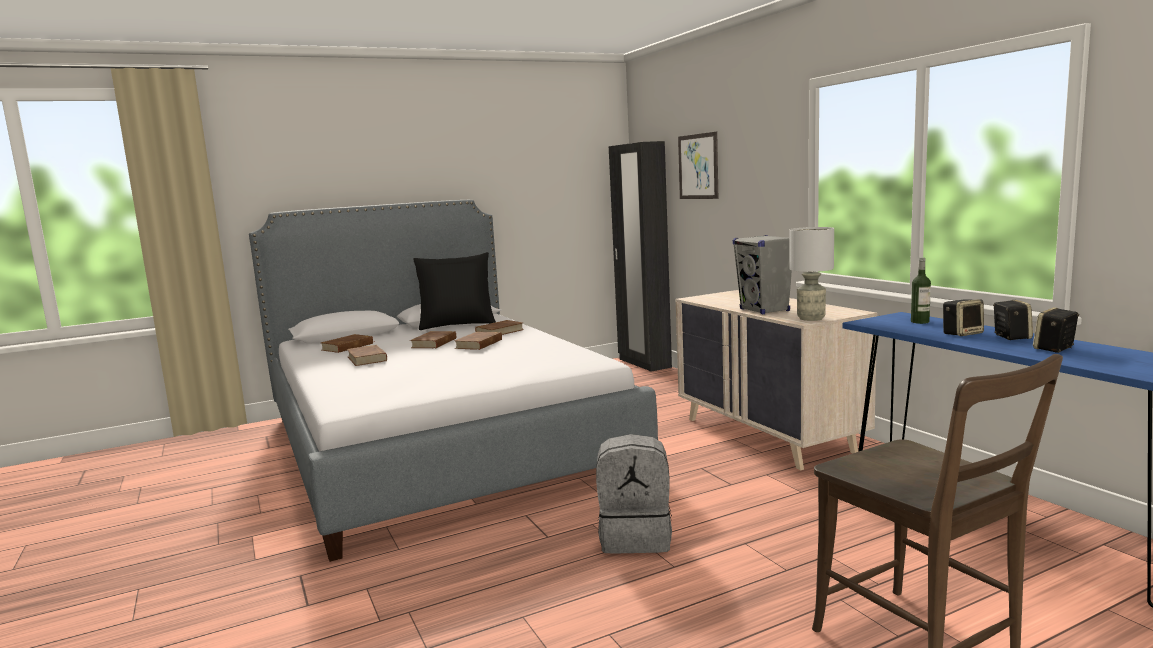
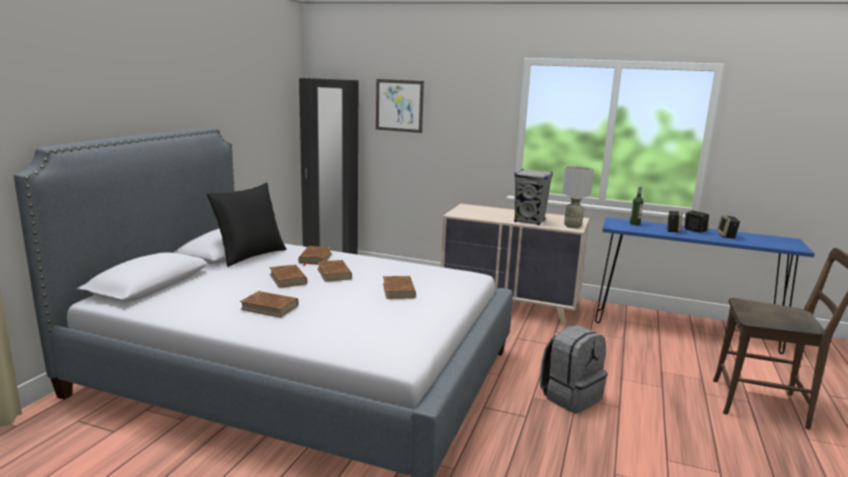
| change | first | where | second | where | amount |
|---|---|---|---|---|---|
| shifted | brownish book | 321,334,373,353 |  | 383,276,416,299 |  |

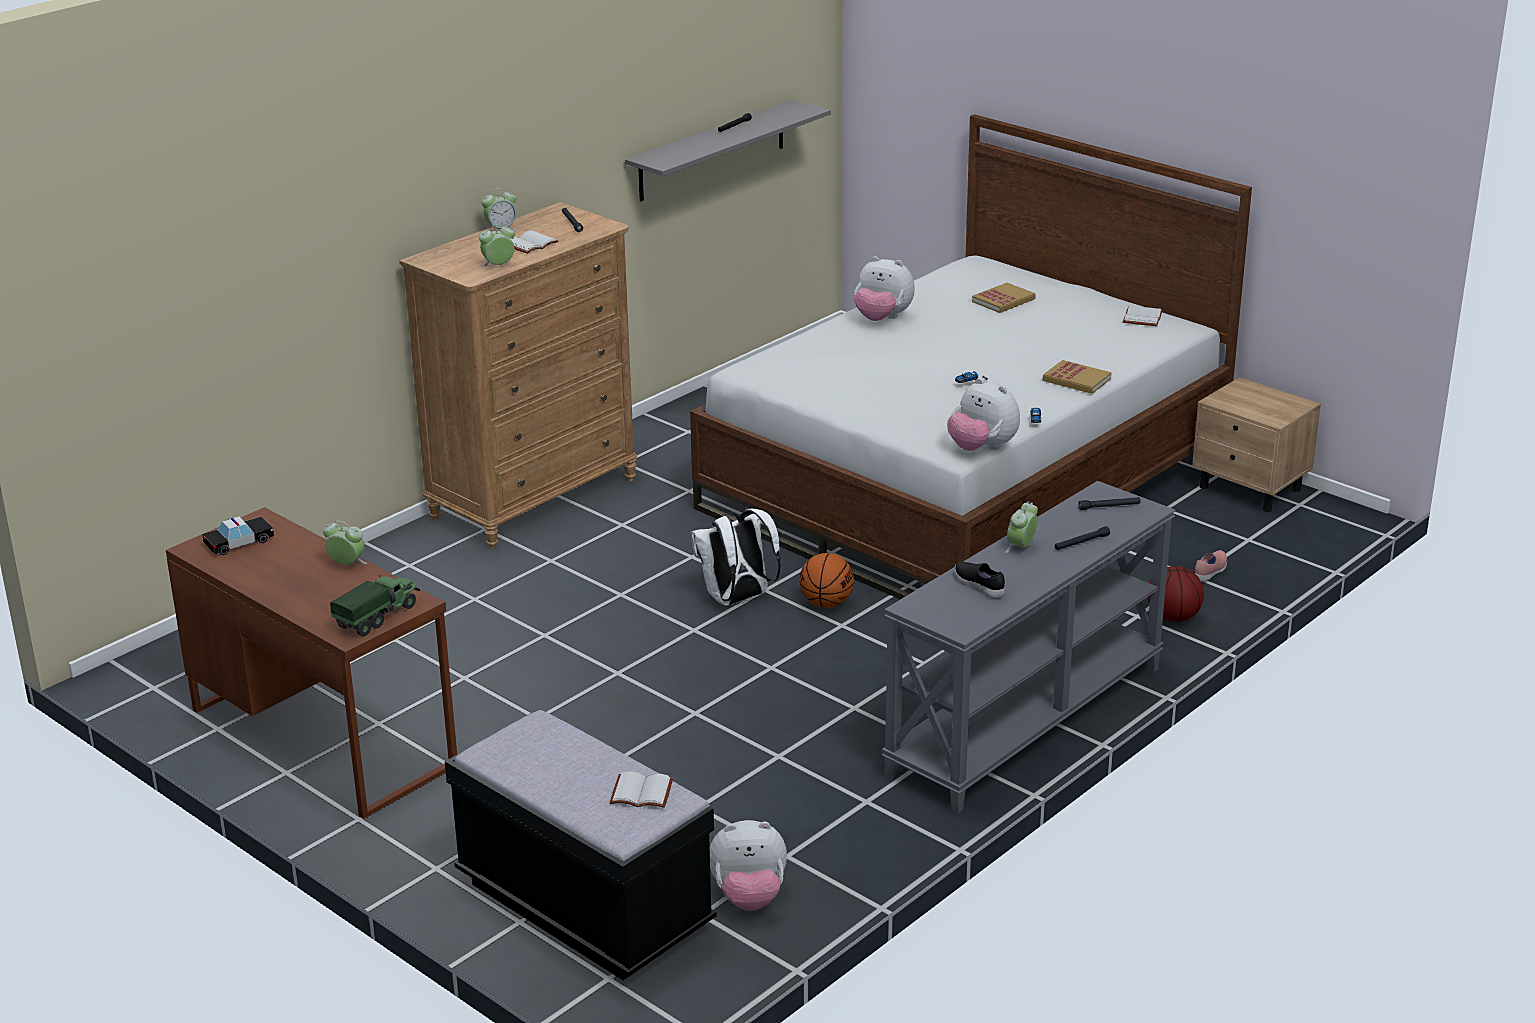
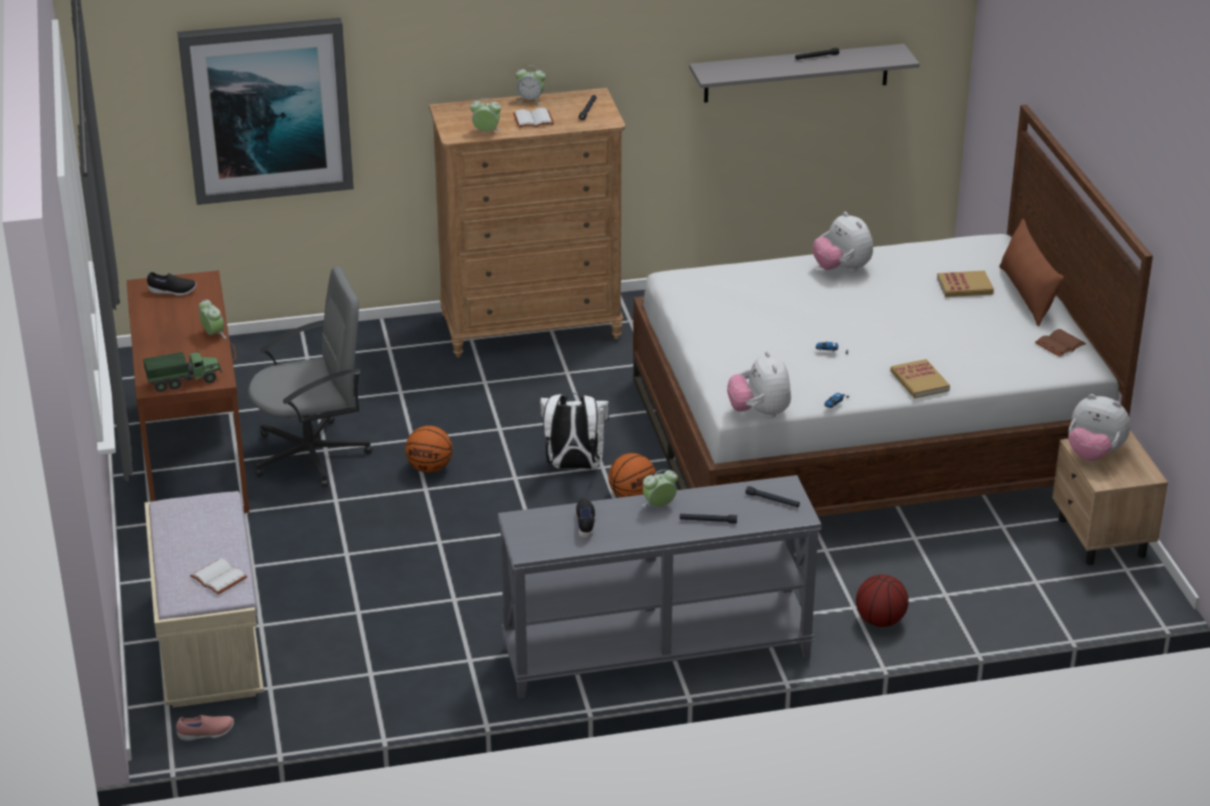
| change | first | where | second | where | amount |
|---|---|---|---|---|---|
| new |  |  | wall picture | 177,18,354,205 |  |
| new |  |  | grey computer chair | 248,266,372,487 |  |
| new |  |  | ball for basketball | 405,426,453,473 |  |
| new |  |  | brownish throw pillow | 999,219,1064,326 |  |
| shifted | plush toy | 710,820,787,911 |  | 1069,394,1130,461 |  |
| shifted | pink shoe | 1195,550,1227,582 |  | 176,715,234,741 |  |
| swapped | toy car | 202,516,274,555 | black shoe | 147,272,196,296 |  |
| repainted | black long seat | 445,710,716,980 | sand-coloured long seat | 145,491,264,708 |  |
| repainted | white book | 1123,306,1163,326 | brownish book | 1035,329,1086,357 |  |

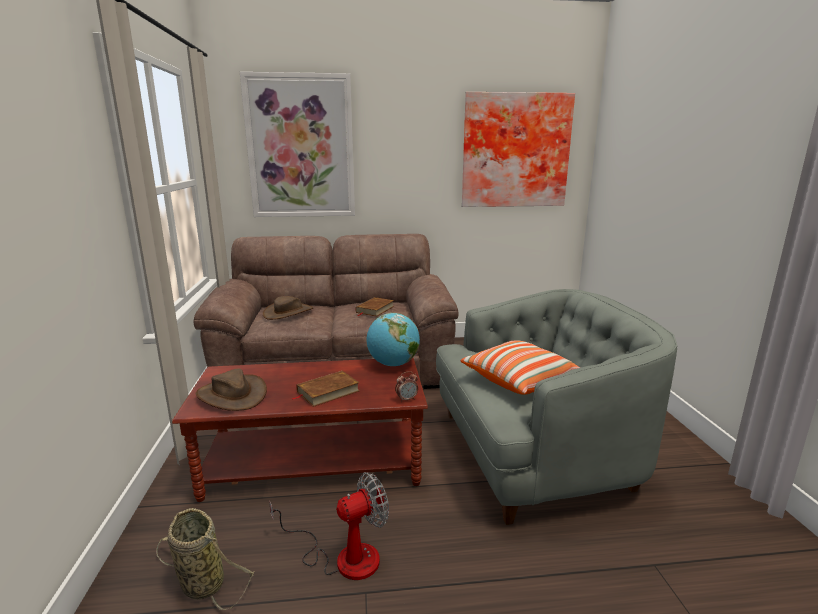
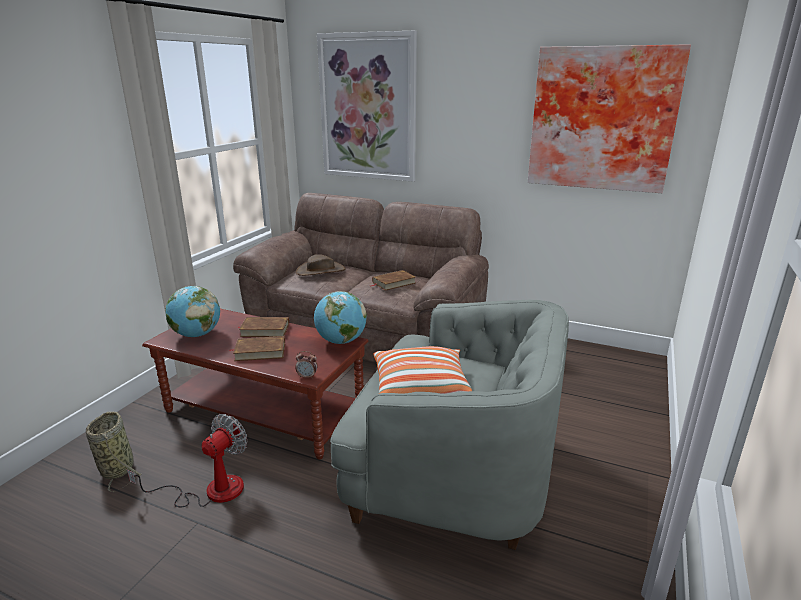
| change | first | where | second | where | amount |
|---|---|---|---|---|---|
| new |  |  | brownish book | 237,317,289,337 |  |
| swapped | brownish clothing hat | 196,369,267,411 | desk globe | 165,286,220,337 |  |
| rotated | fan | 269,472,389,580 |  | 127,414,248,507 | 60 degrees counterclockwise |

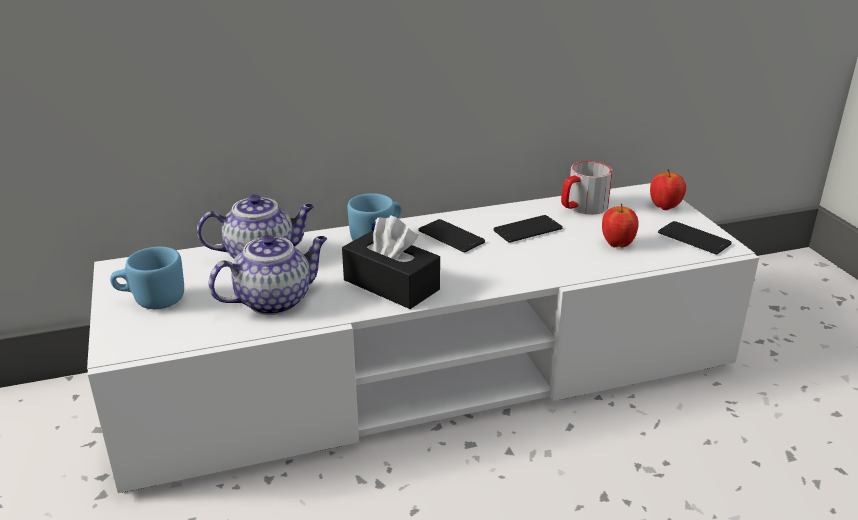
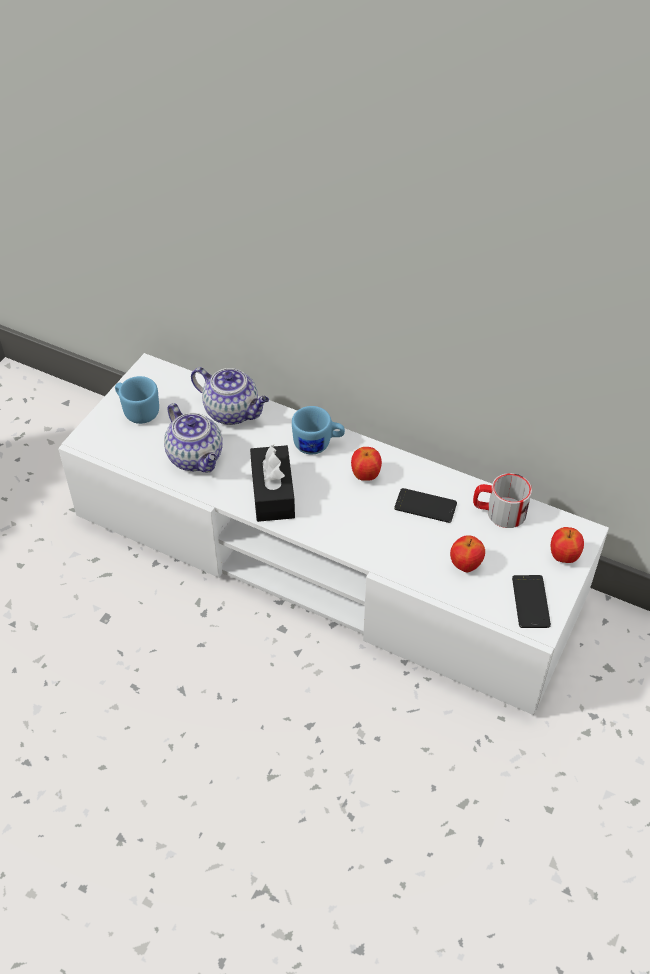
| change | first | where | second | where | amount |
|---|---|---|---|---|---|
| swapped | telephone | 418,219,485,252 | whole apple | 351,447,382,481 |  |
| rotated | teapot | 208,235,327,315 |  | 164,403,223,473 | 45 degrees clockwise |

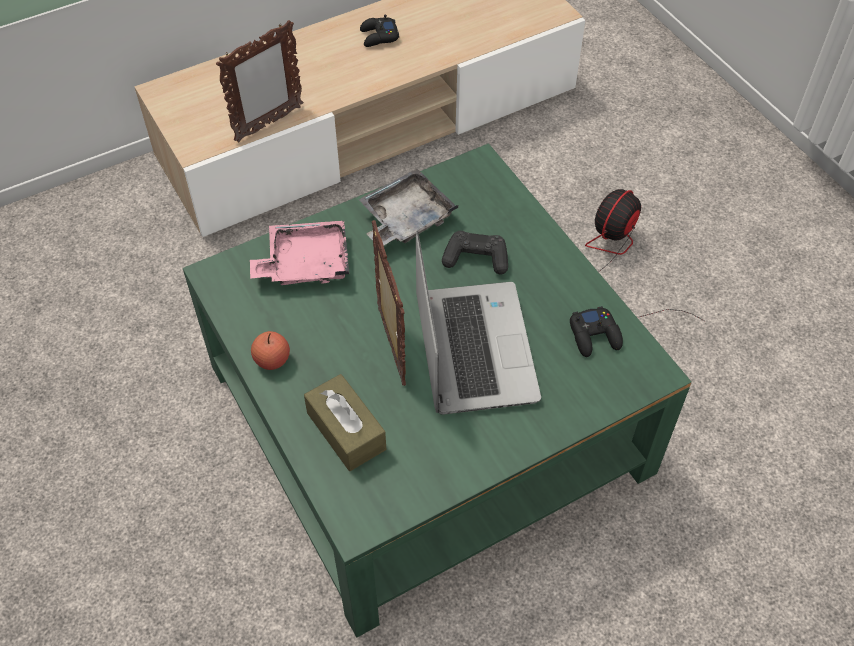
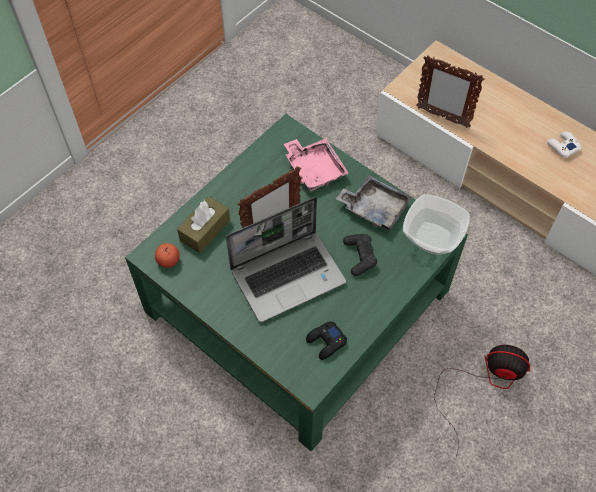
| change | first | where | second | where | amount |
|---|---|---|---|---|---|
| new |  |  | serving bowl | 403,194,469,255 |  |
| shifted | whole apple | 251,331,290,370 |  | 155,243,179,268 |  |
| repainted | black game controller | 360,15,399,47 | white game controller | 547,131,581,158 |  |

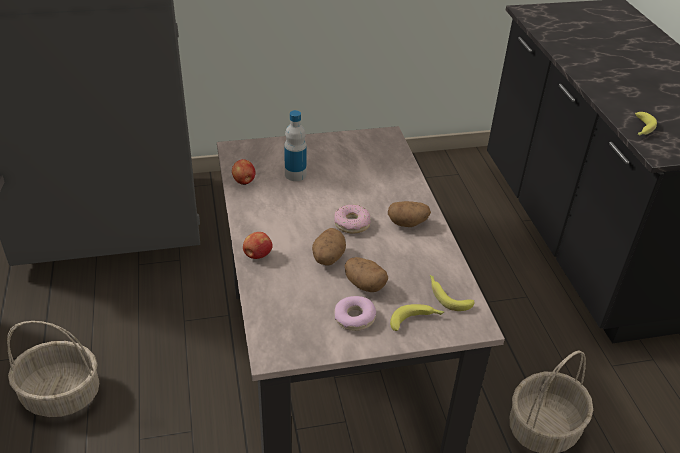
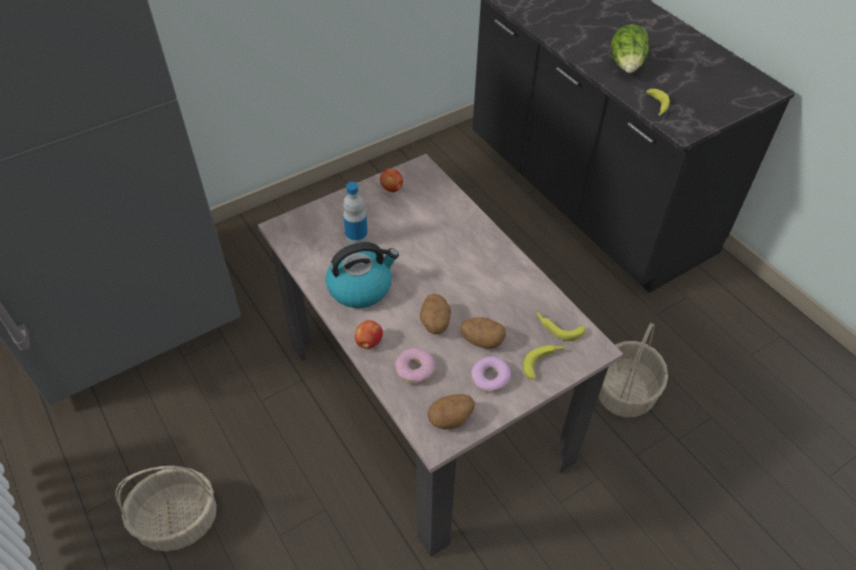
| change | first | where | second | where | amount |
|---|---|---|---|---|---|
| new |  |  | kettle | 326,242,399,308 |  |
| new |  |  | head of lettuce | 611,24,649,73 |  |
| shifted | whole apple | 232,159,256,185 |  | 380,168,403,192 |  |
| shifted | doughnut | 335,204,371,234 |  | 395,347,436,385 |  |
| shifted | spud | 388,201,431,227 |  | 428,394,475,429 |  |

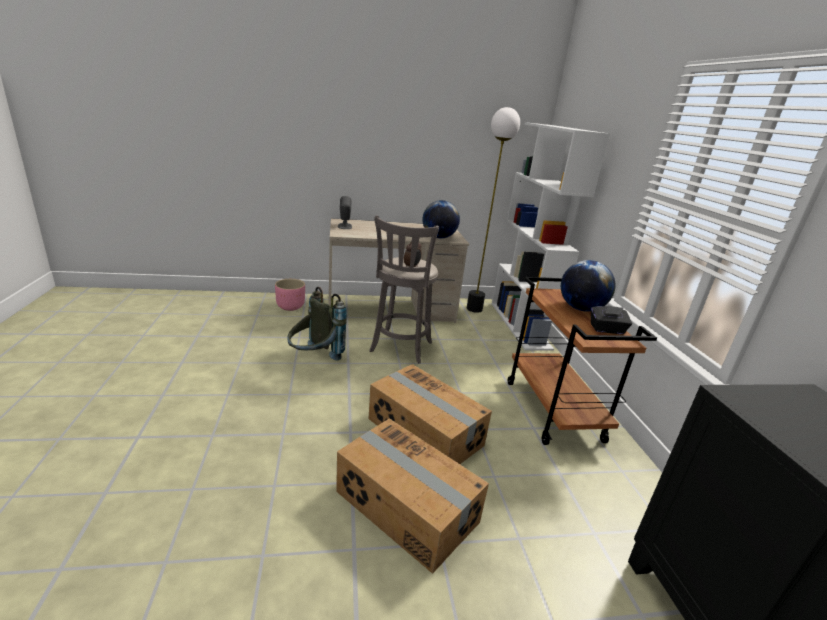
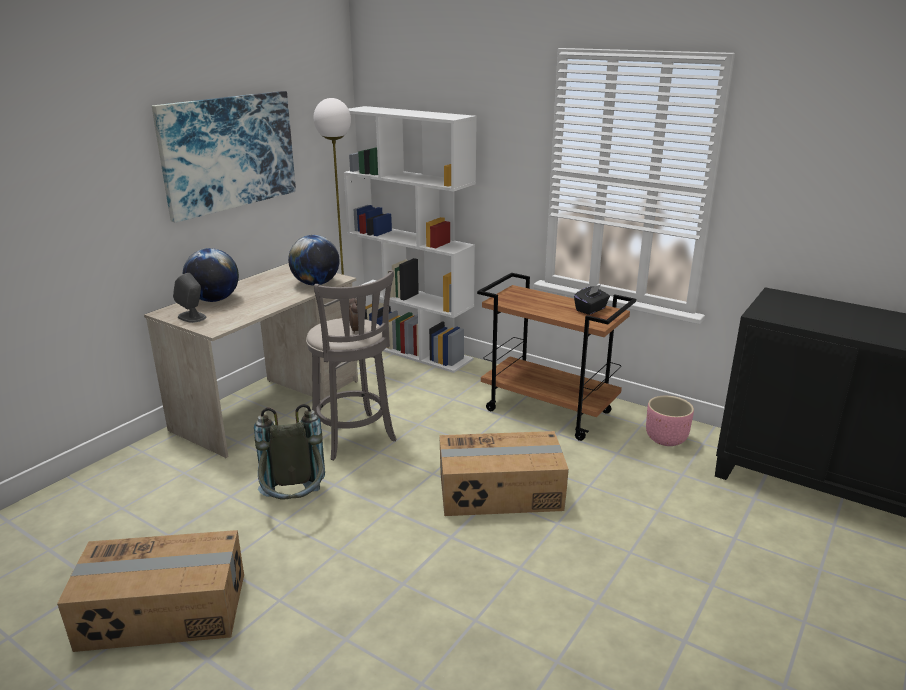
| change | first | where | second | where | amount |
|---|---|---|---|---|---|
| new |  |  | wall picture | 152,91,296,223 |  |
| shifted | pink flower pot | 275,279,305,311 |  | 646,396,694,446 |  |
| shifted | packing box | 336,418,489,574 |  | 57,530,244,652 |  |
| shifted | desk globe | 561,260,616,311 |  | 183,248,239,302 |  |

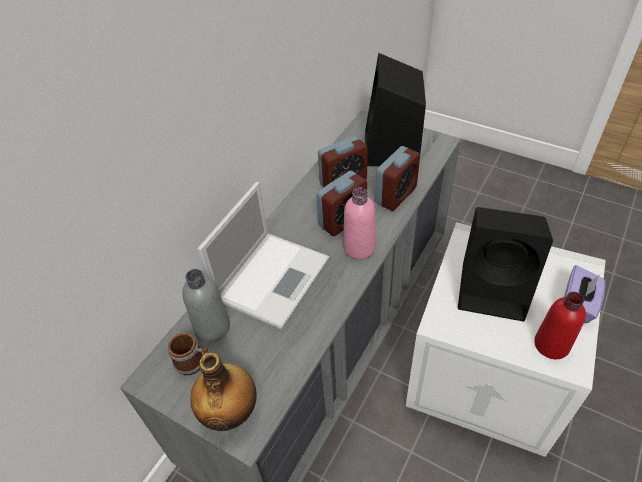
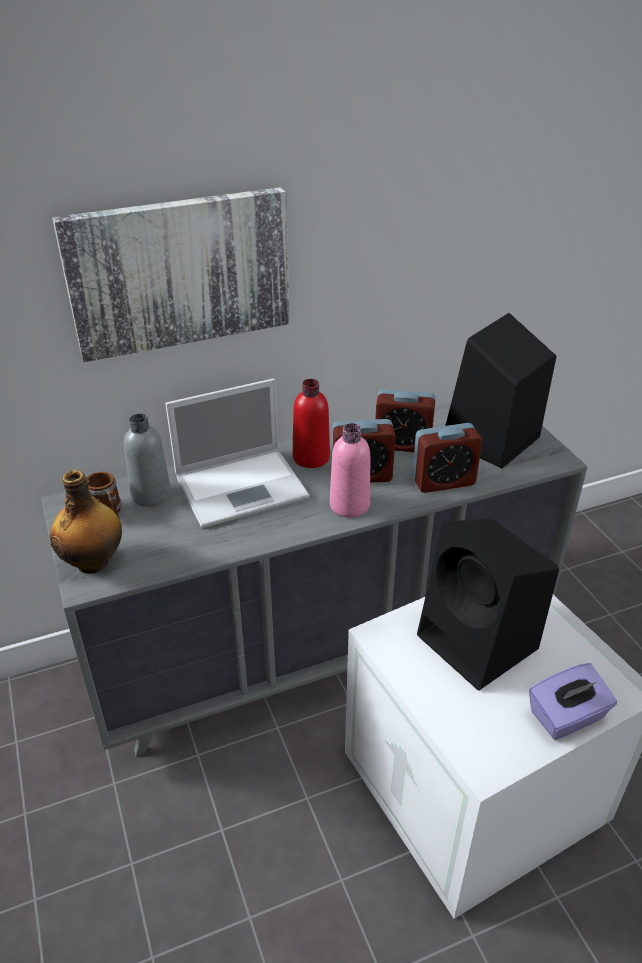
| change | first | where | second | where | amount |
|---|---|---|---|---|---|
| new |  |  | wall picture | 52,187,290,362 |  |
| shifted | red-coloured drink bottle | 534,292,586,359 |  | 293,379,330,468 |  |

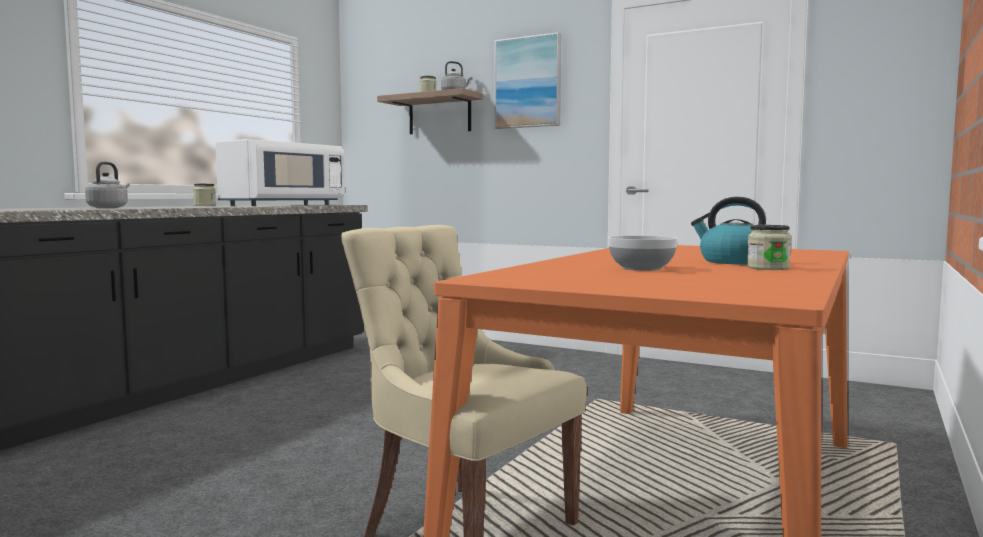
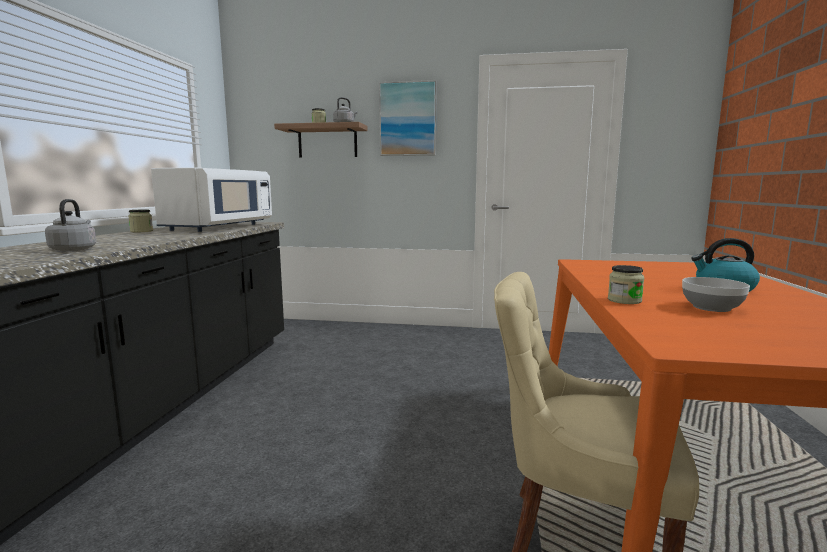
| change | first | where | second | where | amount |
|---|---|---|---|---|---|
| shifted | storage jar | 747,225,791,270 |  | 608,265,644,304 |  |

